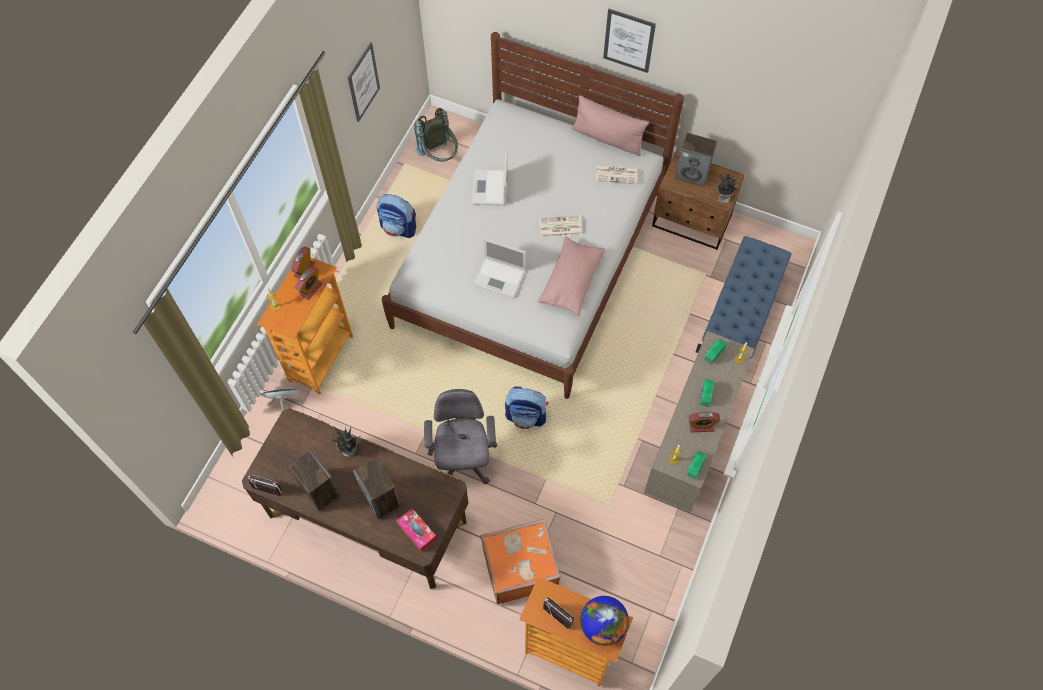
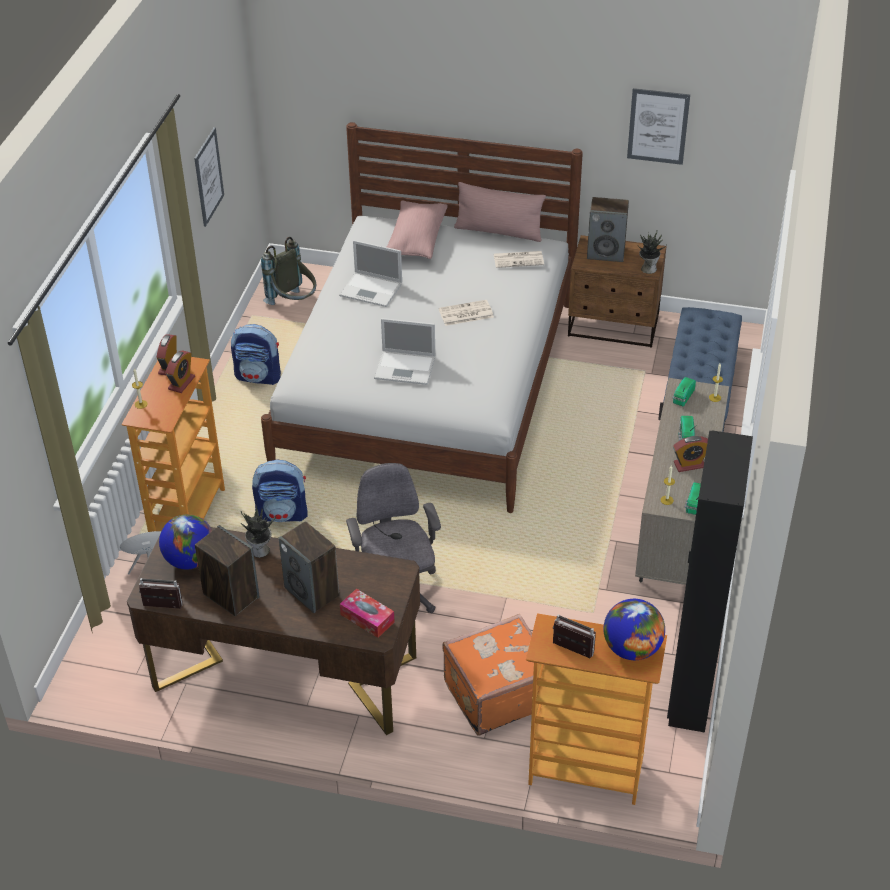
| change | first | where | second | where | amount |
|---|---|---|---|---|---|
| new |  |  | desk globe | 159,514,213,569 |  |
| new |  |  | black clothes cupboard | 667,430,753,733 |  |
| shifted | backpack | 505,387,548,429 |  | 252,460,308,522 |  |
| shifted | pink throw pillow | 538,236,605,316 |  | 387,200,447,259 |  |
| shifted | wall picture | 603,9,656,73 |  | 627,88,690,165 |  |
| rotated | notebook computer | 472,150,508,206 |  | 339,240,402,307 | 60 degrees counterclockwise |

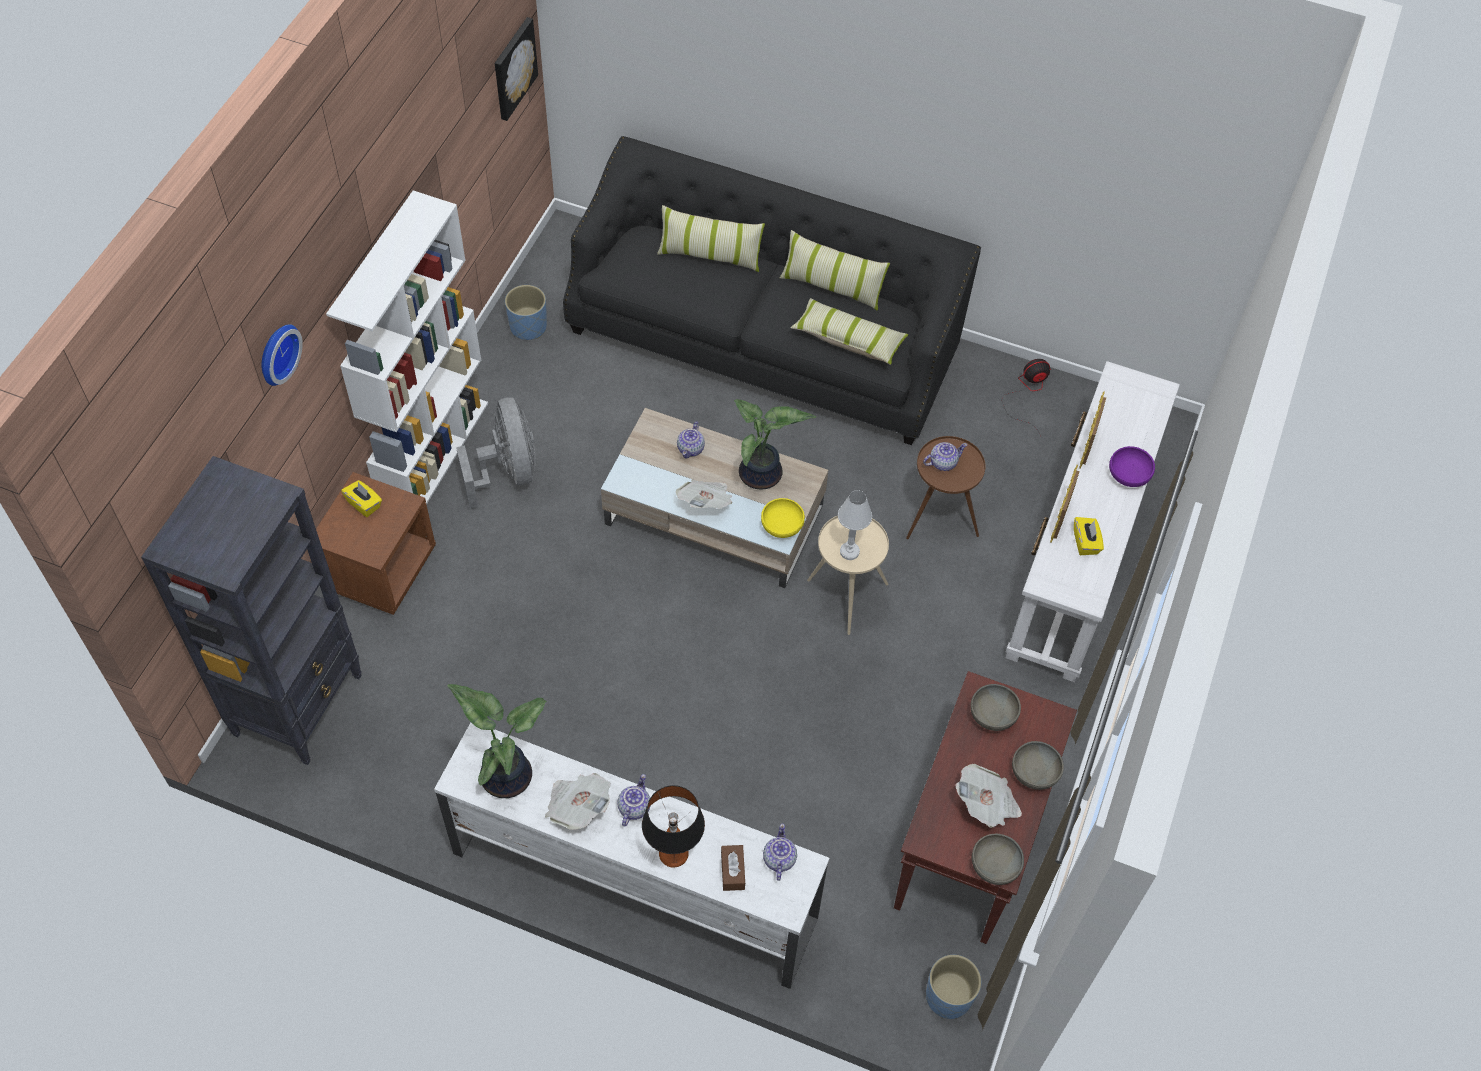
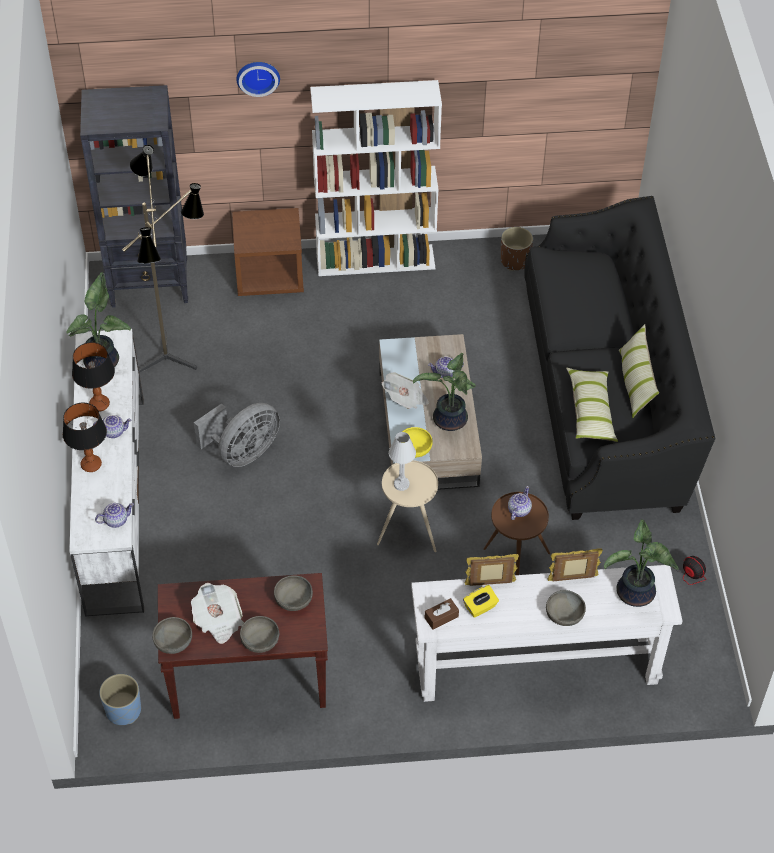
| change | first | where | second | where | amount |
|---|---|---|---|---|---|
| gone | yellowish box of tissues | 341,480,382,517 |  |  |  |
| gone | wall picture | 495,17,538,121 |  |  |  |
| gone | throw pillow | 657,205,765,272 |  |  |  |
| new |  |  | floor lamp | 122,145,204,373 |  |
| new |  |  | potted plant | 604,519,679,607 |  |
| shifted | grey fan | 456,397,535,509 |  | 194,403,280,467 |  |
| shifted | brownish box of tissues | 721,845,745,891 |  | 425,598,459,630 |  |
| swapped | daily paper | 545,773,611,830 | lamp for a table | 72,342,115,412 |  |
| repainted | blue-coloured flower pot | 505,285,547,340 | brownish flower pot | 501,227,533,271 |  |
| repainted | purplish serving bowl | 1109,446,1155,487 | grey serving bowl | 546,590,586,626 |  |
| rotated | teapot | 923,442,968,471 |  | 508,486,532,520 | 105 degrees counterclockwise |

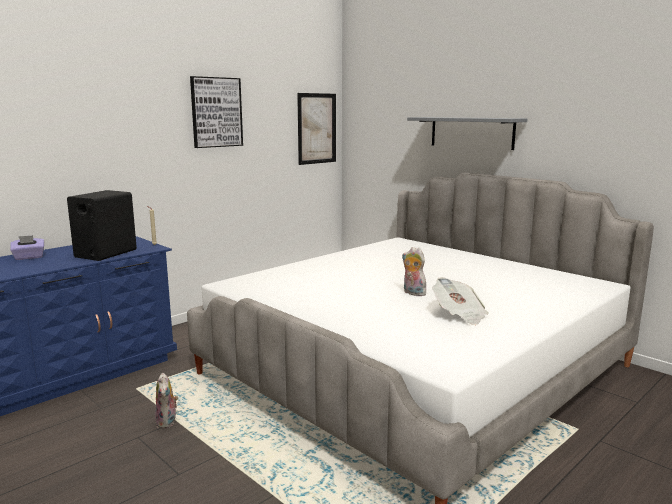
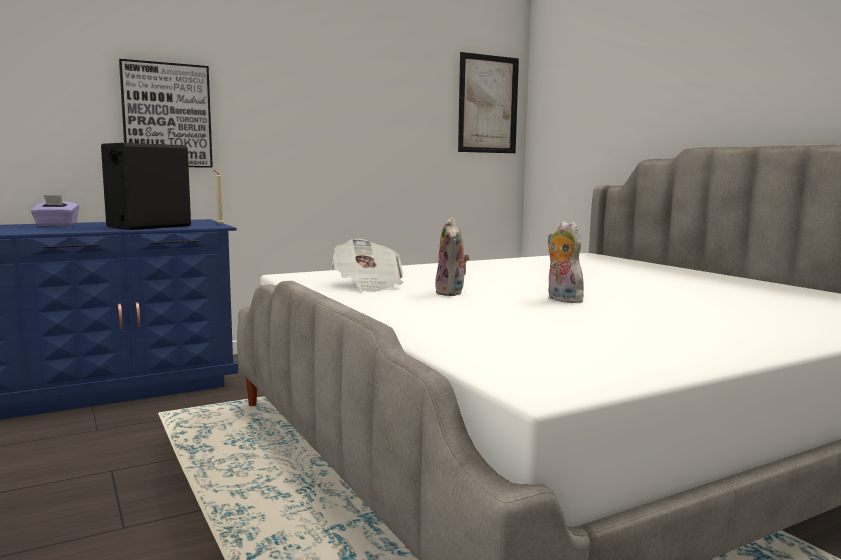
| change | first | where | second | where | amount |
|---|---|---|---|---|---|
| gone | grey bracket shelf | 407,117,528,150 |  |  |  |
| shifted | plush toy | 155,373,178,429 |  | 435,217,470,296 |  |
| shifted | wall picture | 190,76,243,148 |  | 119,59,213,168 |  |
| shifted | daily paper | 432,277,489,325 |  | 332,239,403,292 |  |

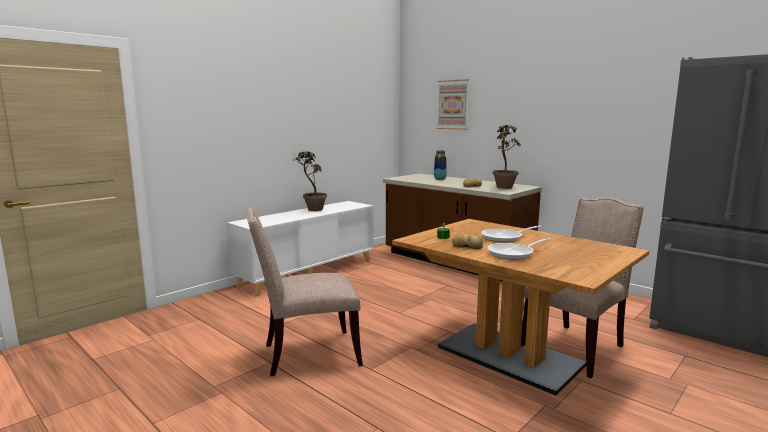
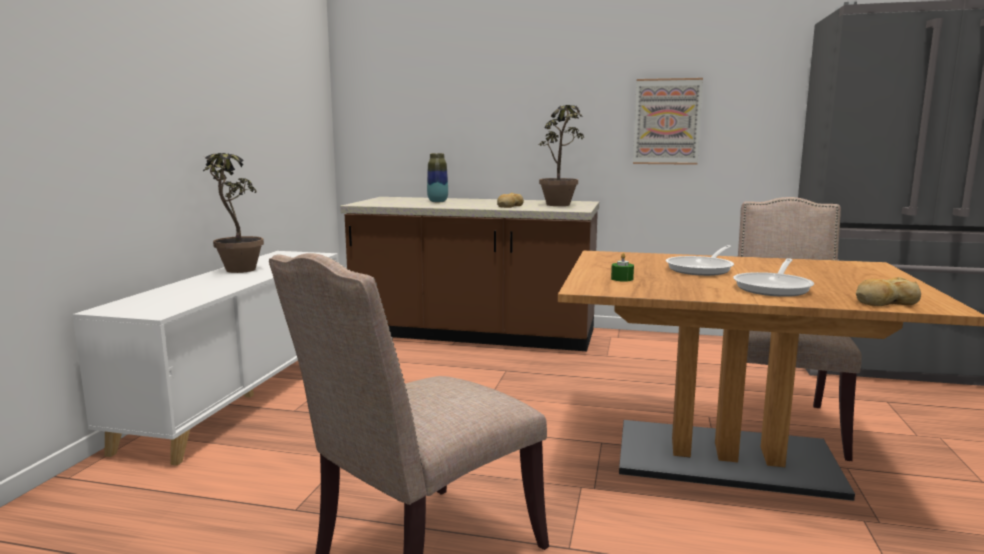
| change | first | where | second | where | amount |
|---|---|---|---|---|---|
| shifted | wall picture | 436,79,469,130 |  | 633,78,703,165 |  |
| shifted | bread | 452,233,483,249 |  | 856,277,921,306 |  |

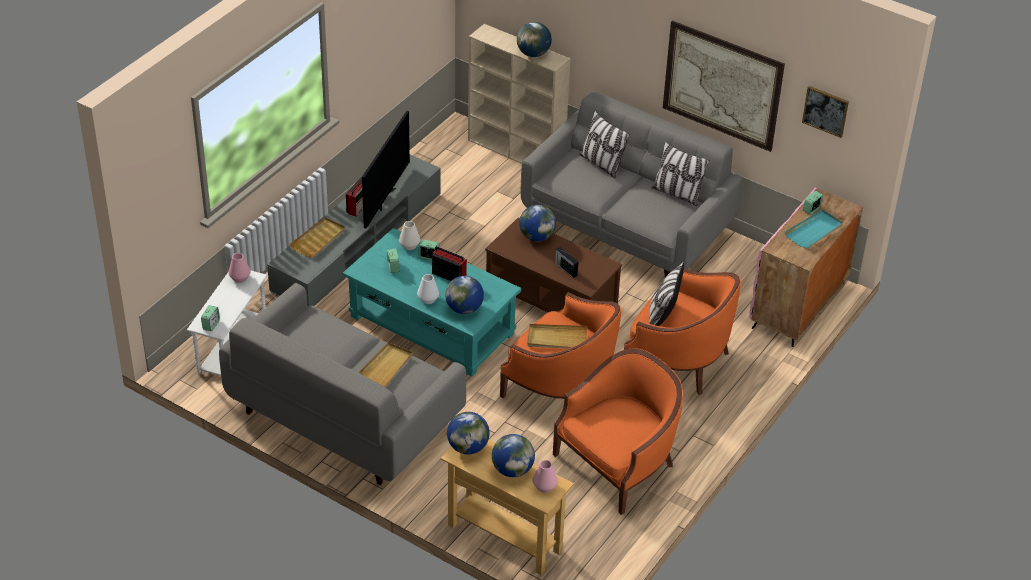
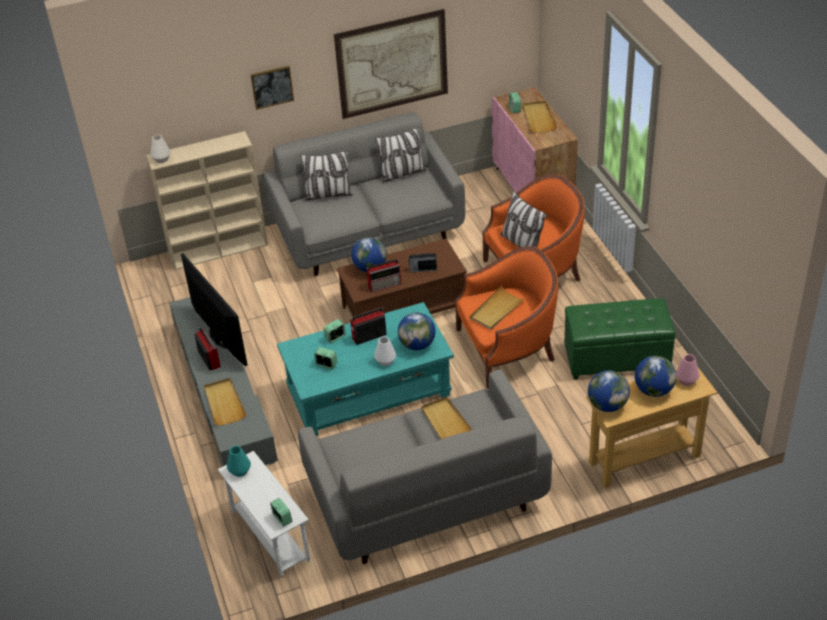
| change | first | where | second | where | amount |
|---|---|---|---|---|---|
| gone | desk globe | 517,22,552,57 |  |  |  |
| new |  |  | radio | 367,259,401,293 |  |
| shifted | white flower vase | 399,221,420,250 |  | 150,135,171,163 |  |
| shifted | wall picture | 802,86,849,138 |  | 251,66,294,110 |  |
| swapped | orange-coloured easy chair | 553,348,683,515 | green ottoman | 564,298,676,380 |  |
| repainted | pink flower vase | 228,253,251,283 | turquoise-coloured flower vase | 227,446,251,477 |  |
| repainted | turquoise-coloured serving tray | 784,209,843,249 | sand-coloured serving tray | 523,101,557,133 |  |

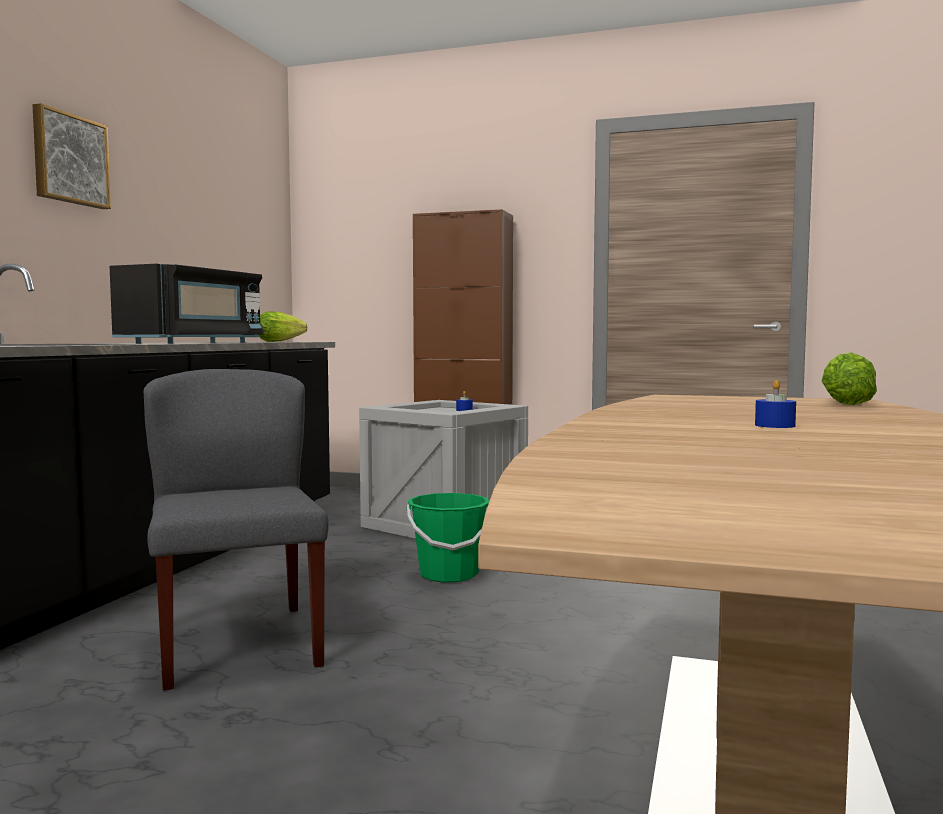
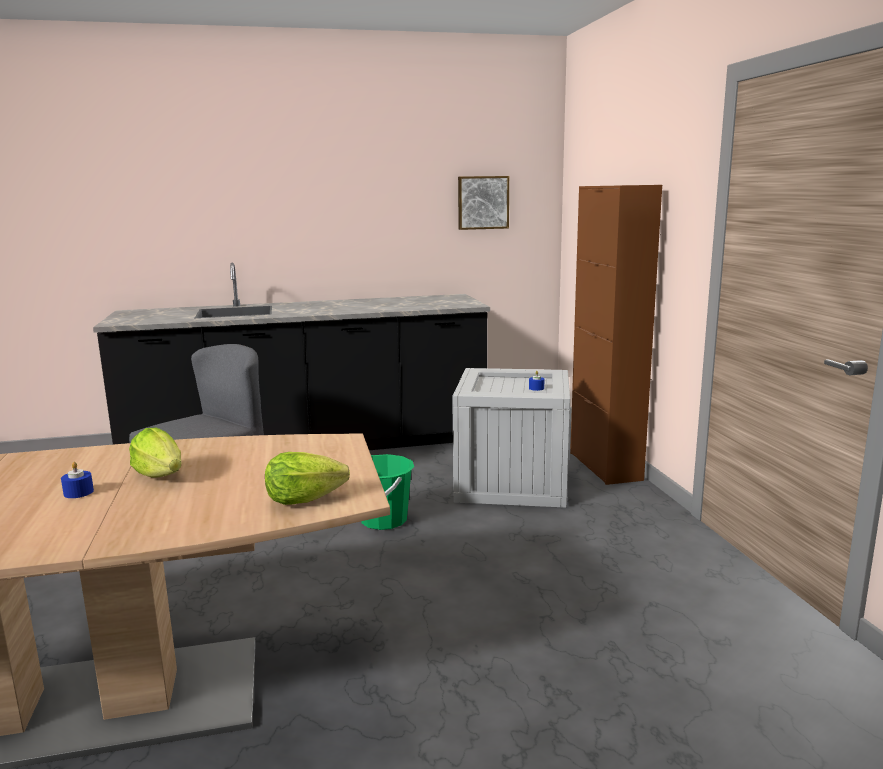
| change | first | where | second | where | amount |
|---|---|---|---|---|---|
| gone | black kitchen microwave | 110,264,263,344 |  |  |  |
| shifted | wall picture | 33,103,111,209 |  | 458,176,509,230 |  |
| shifted | head of lettuce | 259,311,308,342 |  | 129,428,182,478 |  |

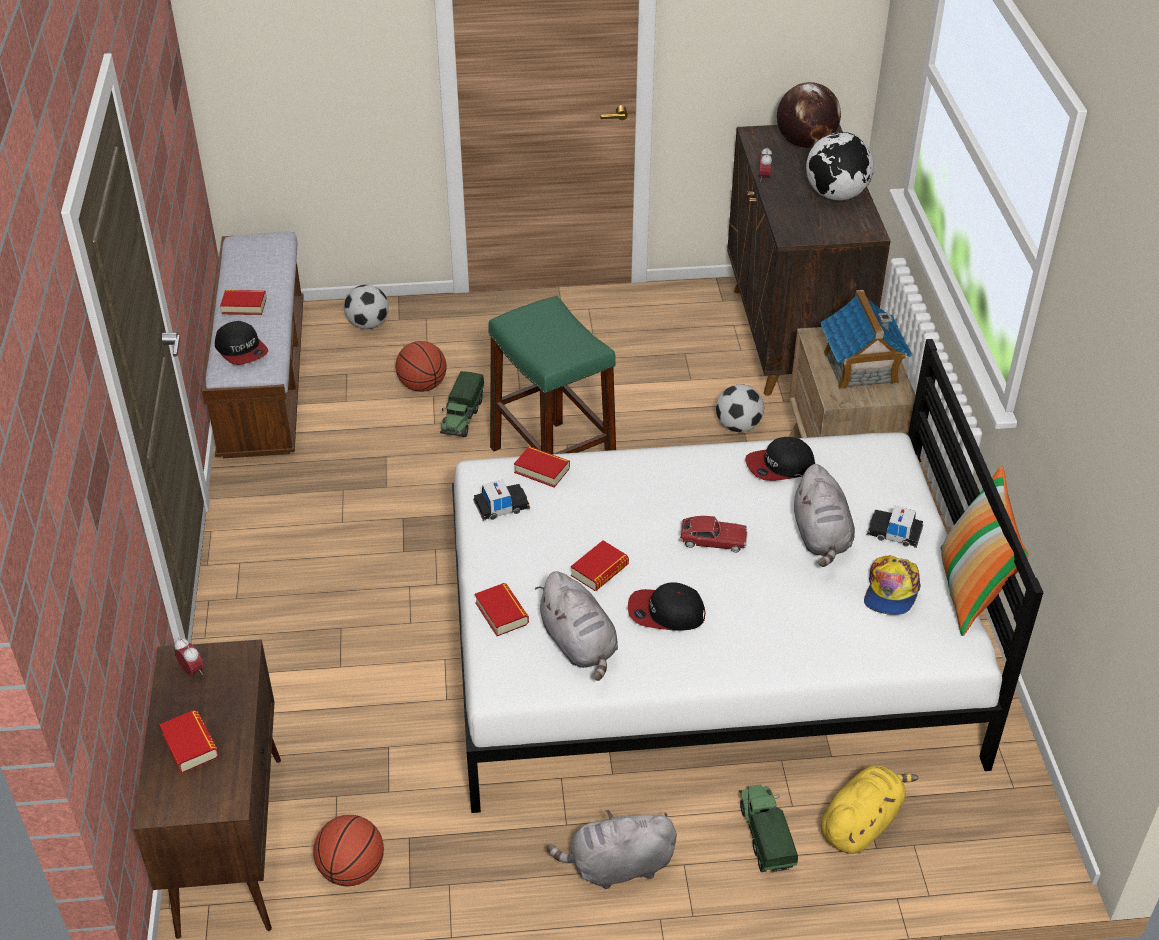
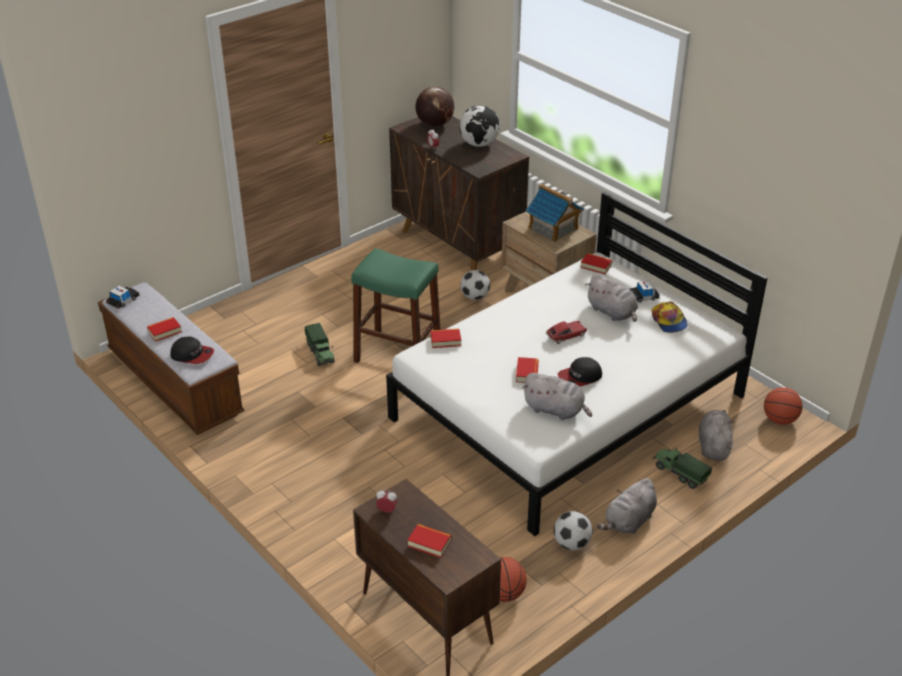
| change | first | where | second | where | amount |
|---|---|---|---|---|---|
| gone | peaked cap | 745,437,815,481 |  |  |  |
| gone | throw pillow | 941,466,1029,636 |  |  |  |
| shifted | ball for football | 344,285,389,329 |  | 554,511,592,550 |  |
| shifted | ball for basketball | 396,341,447,392 |  | 764,387,803,425 |  |
| shifted | toy car | 473,480,530,521 |  | 106,286,140,309 |  |
| shifted | book | 475,583,529,636 |  | 580,253,612,274 |  |
| repainted | yellowish plush toy | 821,765,919,854 | grey plush toy | 699,410,734,461 |  |

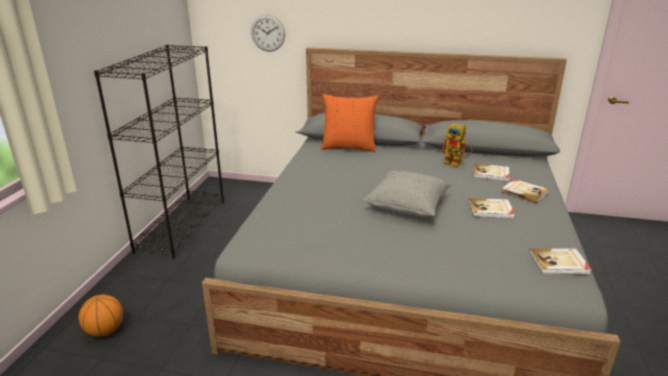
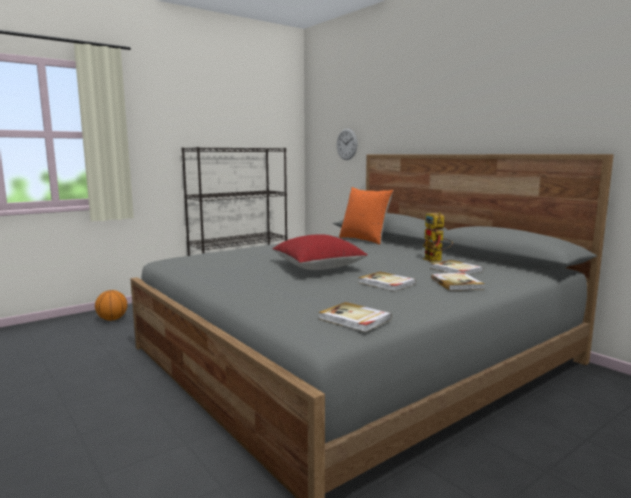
| change | first | where | second | where | amount |
|---|---|---|---|---|---|
| repainted | grey throw pillow | 363,171,452,216 | red-coloured throw pillow | 272,234,368,270 |  |

